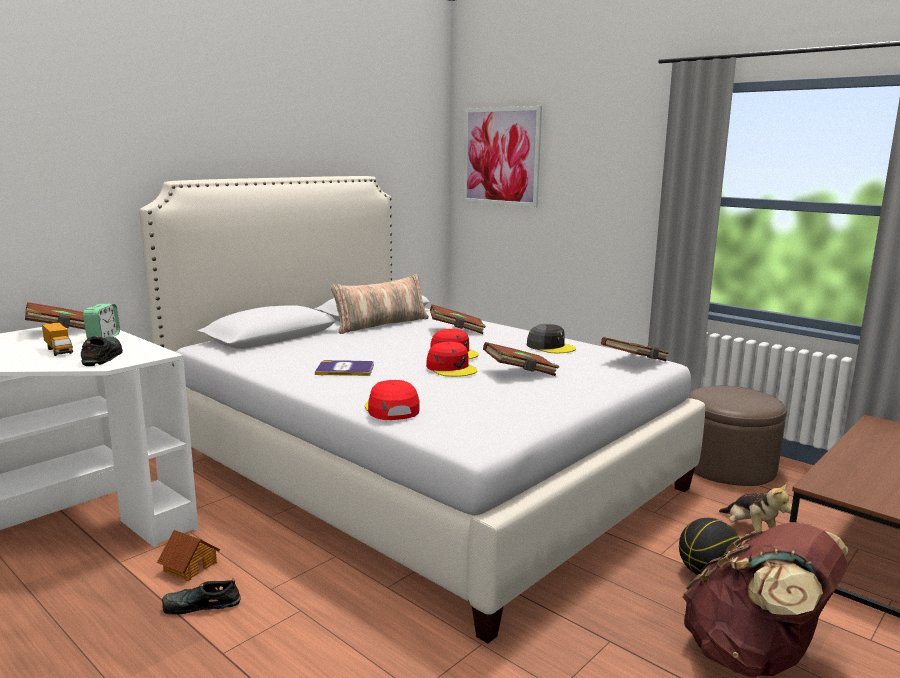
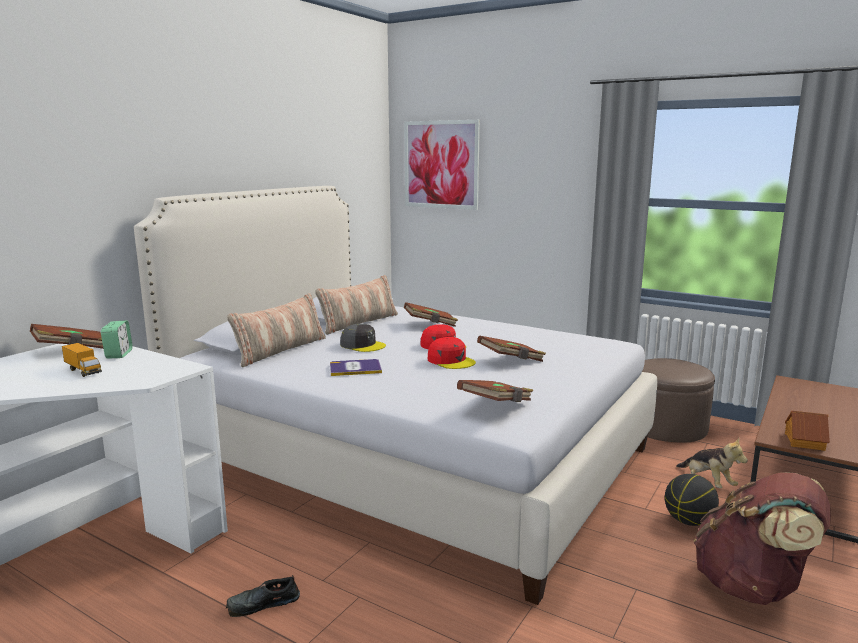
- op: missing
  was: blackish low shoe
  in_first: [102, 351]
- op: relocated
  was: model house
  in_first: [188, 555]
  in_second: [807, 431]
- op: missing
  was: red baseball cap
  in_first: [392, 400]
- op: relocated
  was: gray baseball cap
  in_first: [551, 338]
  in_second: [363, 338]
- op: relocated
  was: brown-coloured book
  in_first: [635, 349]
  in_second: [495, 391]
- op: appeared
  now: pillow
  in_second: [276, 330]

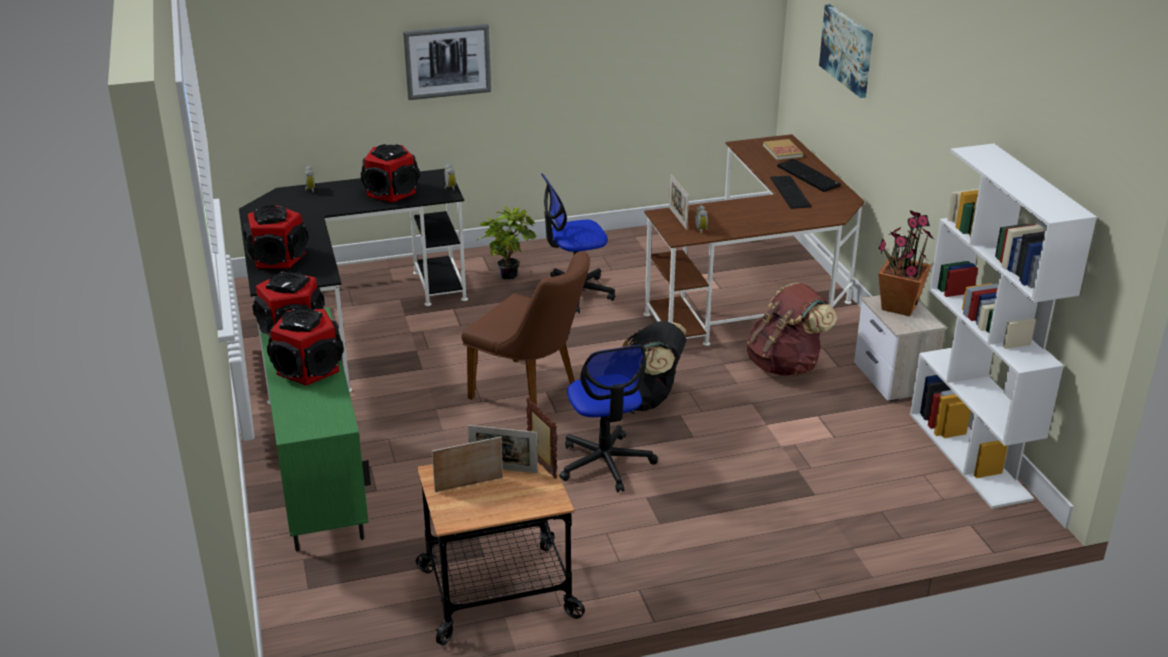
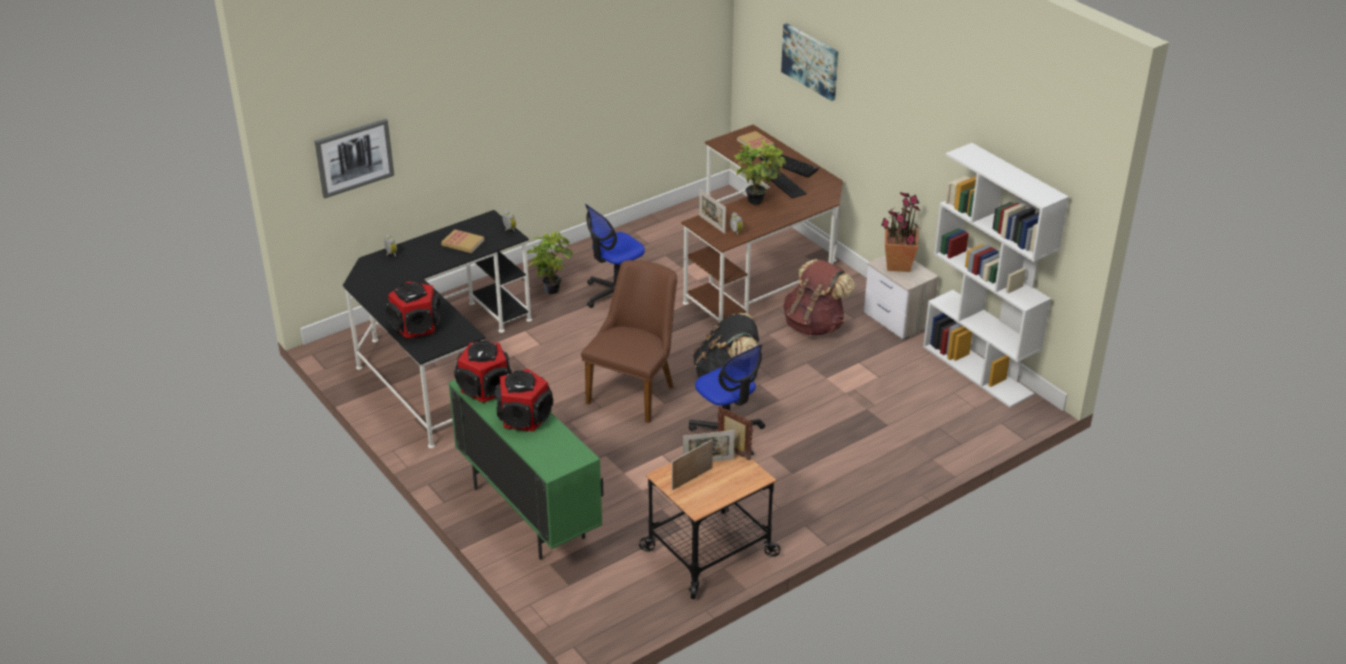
- op: exchanged
  was: loudspeaker
  now: book
  in_first: [390, 173]
  in_second: [462, 241]
- op: relocated
  was: wall picture
  in_first: [447, 62]
  in_second: [354, 158]
- op: spun
  was: brown-coloured upright chair
  in_first: [525, 328]
  in_second: [629, 341]
  clockwise: -75
- op: appeared
  now: plant in a pot
  in_second: [760, 173]

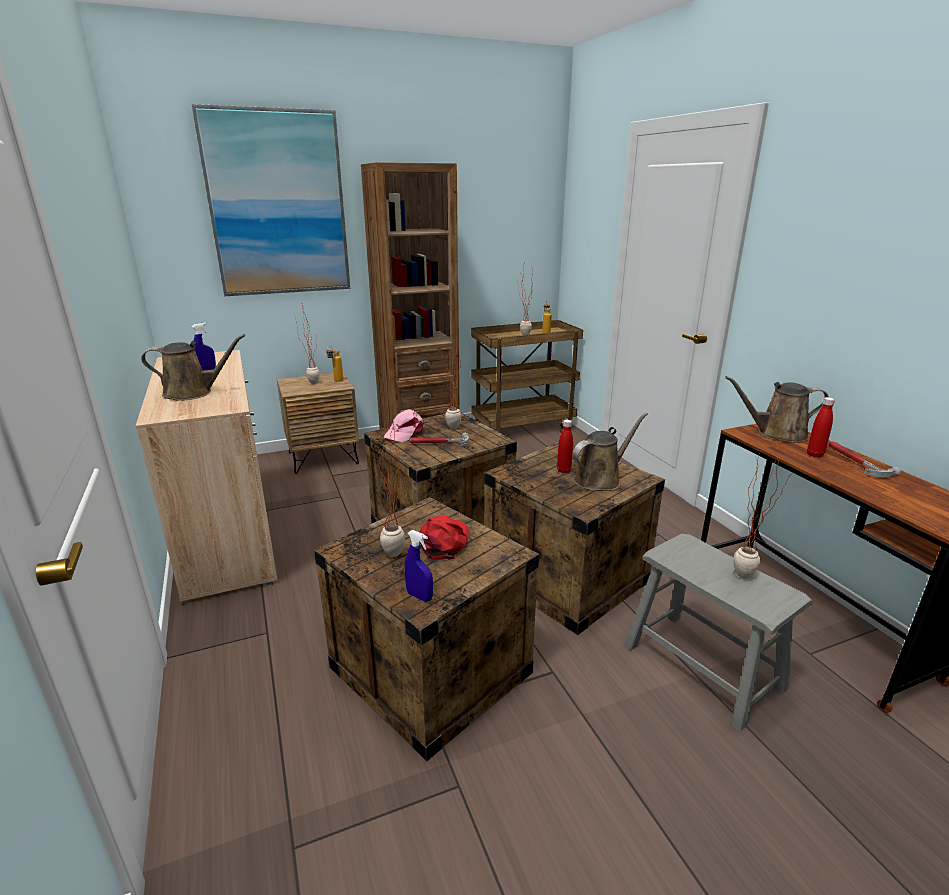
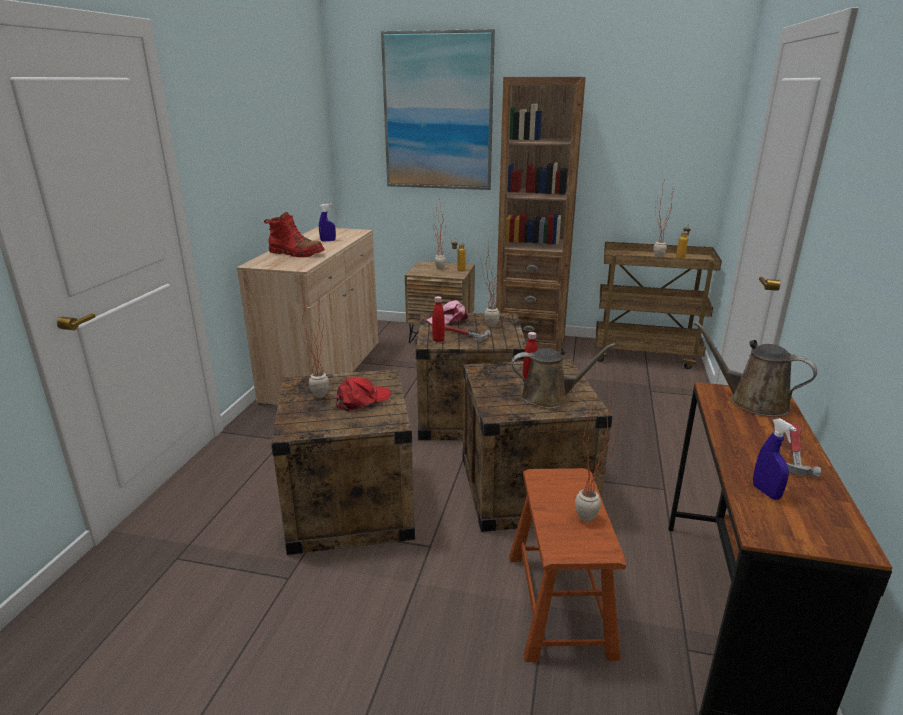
- op: exchanged
  was: brown-coloured watering pot
  now: red boot
  in_first: [193, 367]
  in_second: [294, 235]
- op: relocated
  was: blue-coloured spray bottle
  in_first: [419, 566]
  in_second: [775, 459]
- op: colour
  was: gray stool seat
  now: brown-coloured stool seat
  in_first: [718, 633]
  in_second: [567, 565]
- op: relocated
  was: red beverage bottle
  in_first: [821, 427]
  in_second: [438, 319]

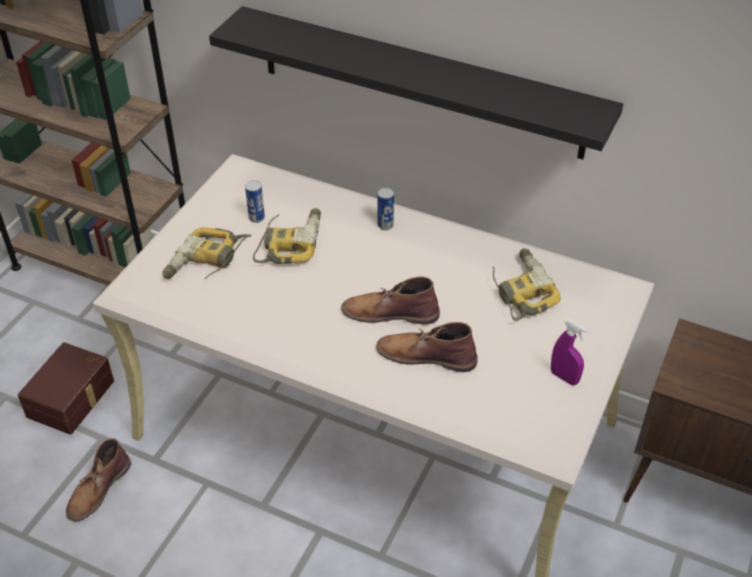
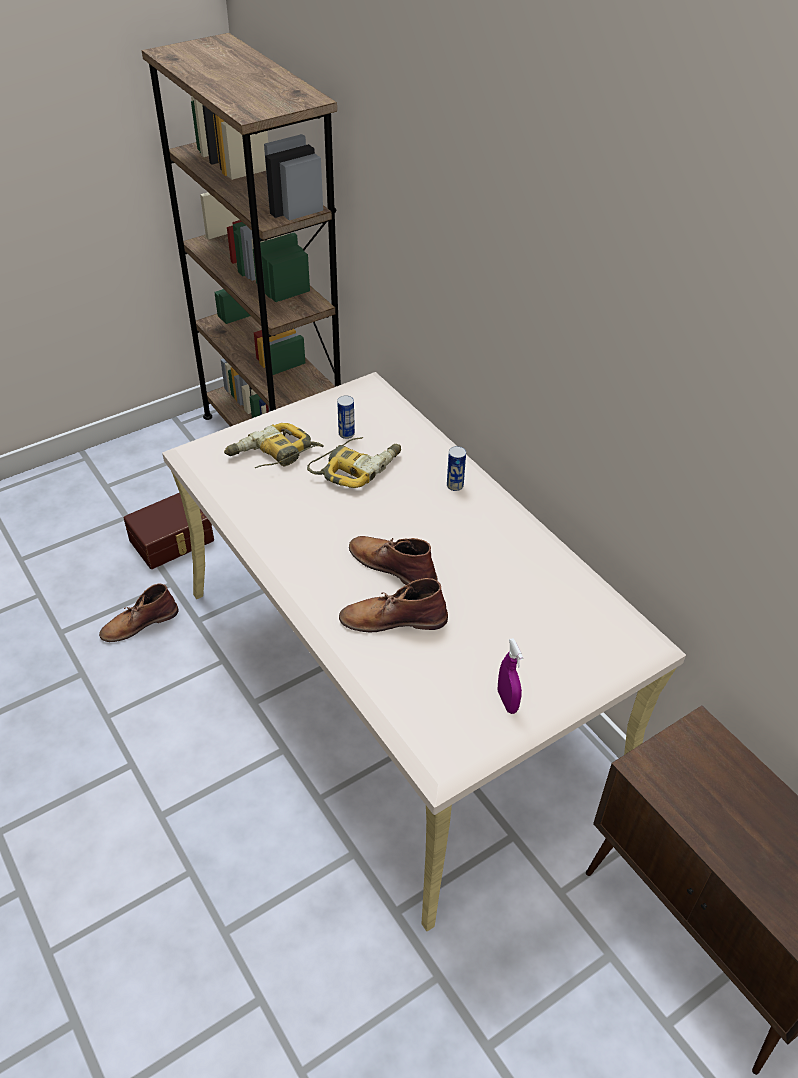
- op: missing
  was: blackish wall shelf
  in_first: [416, 83]
- op: spun
  was: brown-coloured boot
  in_first: [427, 347]
  in_second: [393, 605]
  clockwise: -45
- op: missing
  was: electric drill
  in_first: [527, 284]

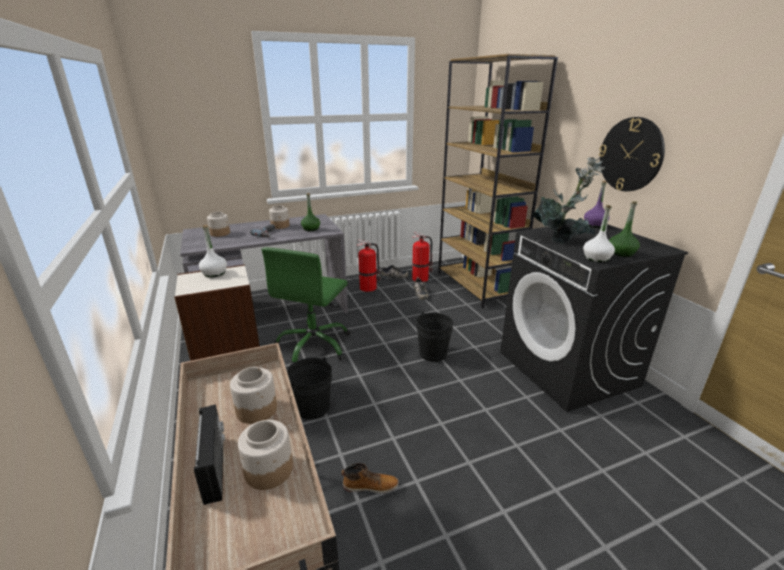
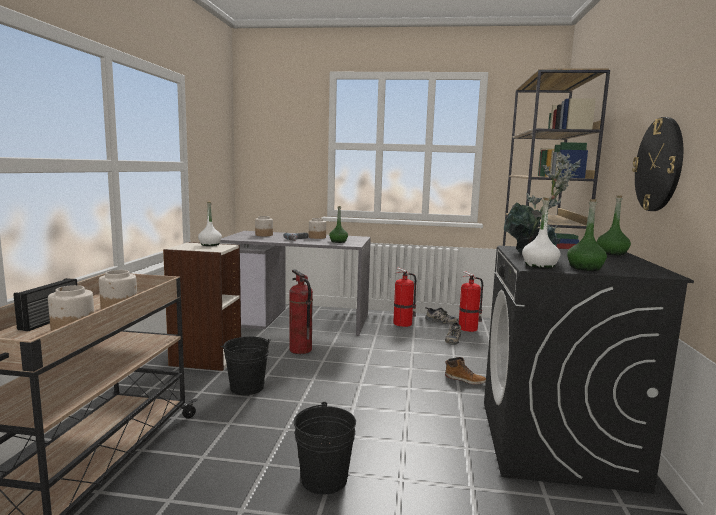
- op: exchanged
  was: green-coloured office chair
  now: fire-fighting cylinder
  in_first: [306, 306]
  in_second: [301, 311]
- op: relocated
  was: boot
  in_first: [370, 478]
  in_second: [465, 370]
- op: relocated
  was: blackish bucket
  in_first: [434, 337]
  in_second: [325, 448]
- op: colour
  was: purple-coloured beverage bottle
  now: green-coloured beverage bottle
  in_first: [597, 204]
  in_second: [614, 225]

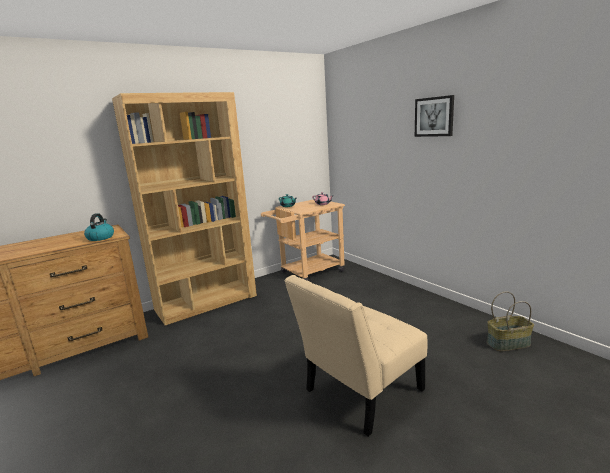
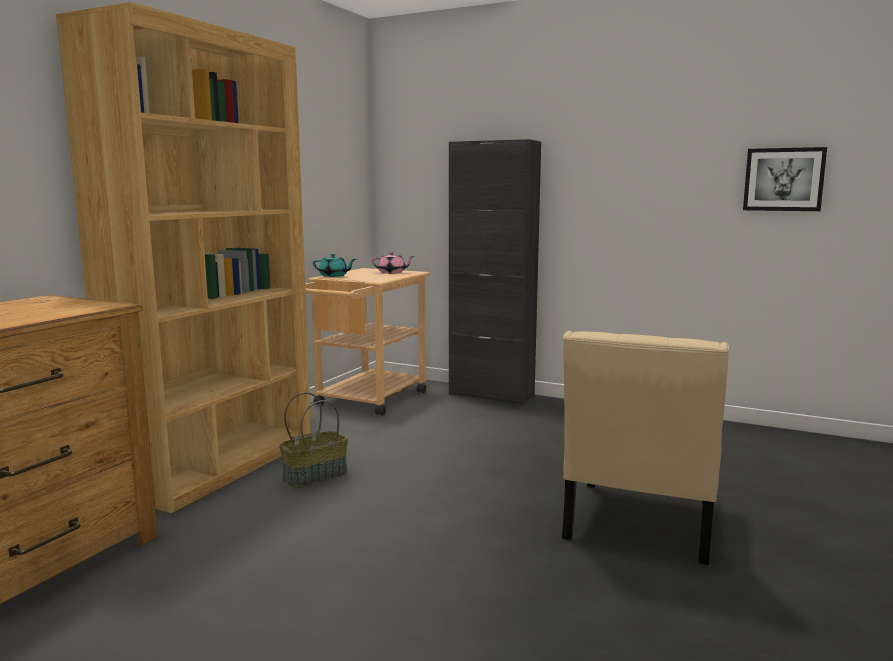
- op: missing
  was: tea kettle
  in_first: [99, 227]
- op: relocated
  was: wall picture
  in_first: [434, 116]
  in_second: [785, 179]
- op: relocated
  was: household basket
  in_first: [510, 321]
  in_second: [314, 440]
- op: appeared
  now: blackish storage cabinet
  in_second: [495, 272]

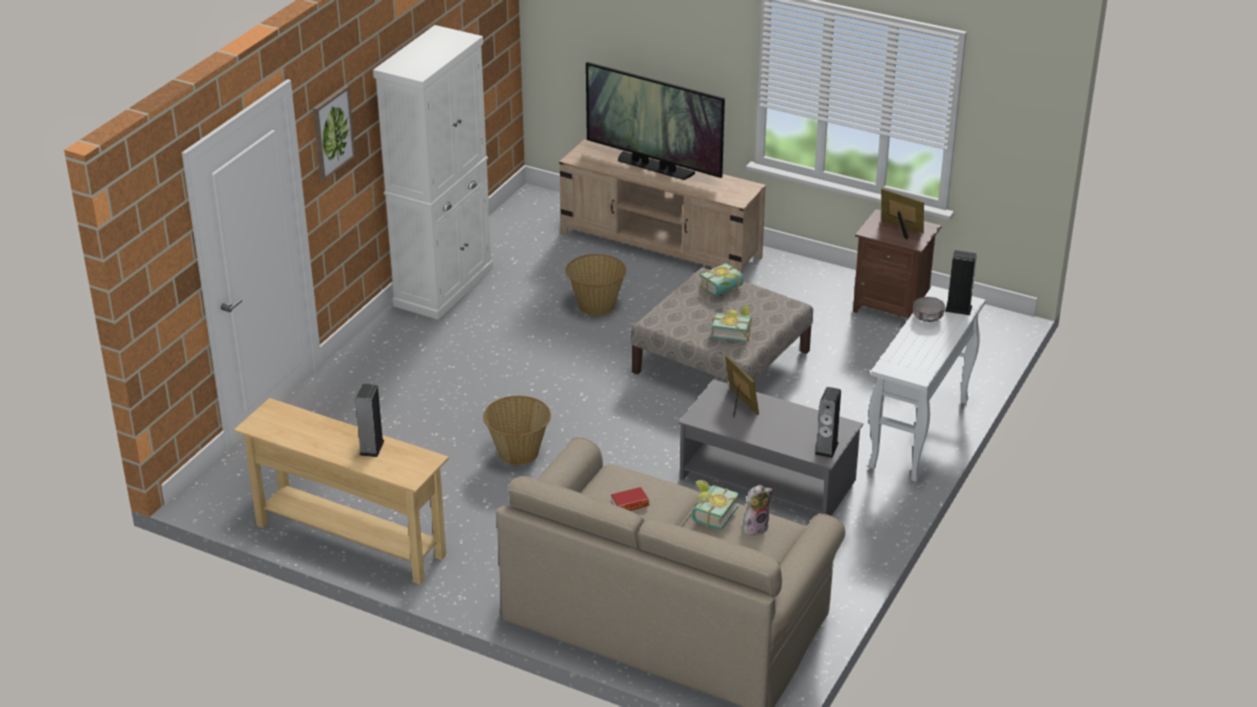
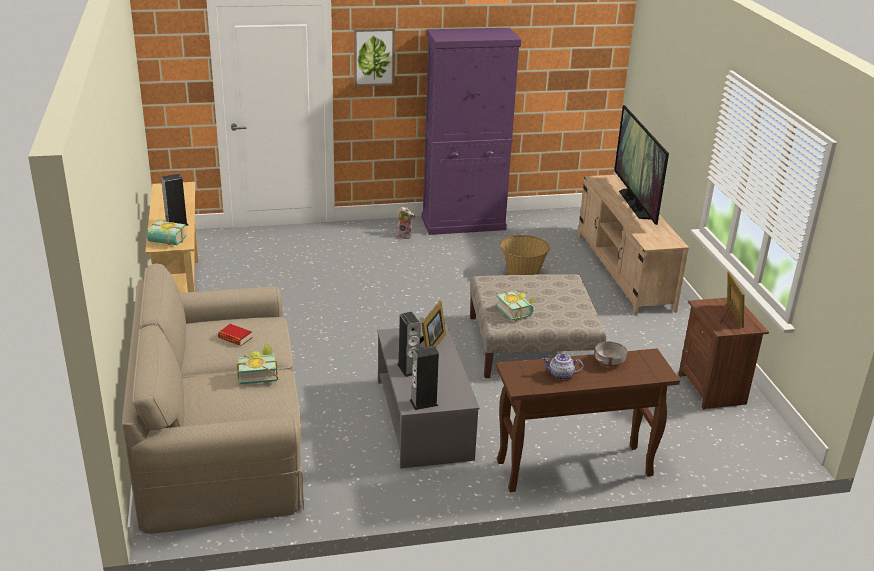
- op: colour
  was: whitish storage cabinet
  now: purple-coloured storage cabinet
  in_first: [433, 172]
  in_second: [471, 131]
- op: missing
  was: household basket
  in_first: [517, 430]
- op: relocated
  was: book
  in_first: [722, 280]
  in_second: [167, 232]
- op: relocated
  was: cuddly toy
  in_first: [758, 510]
  in_second: [405, 222]
- op: colour
  was: whitish hall table
  now: brown-coloured hall table
  in_first: [927, 384]
  in_second: [588, 420]
- op: relocated
  was: loudspeaker
  in_first: [961, 282]
  in_second: [409, 344]
- op: appeared
  now: tea pot
  in_second: [562, 367]

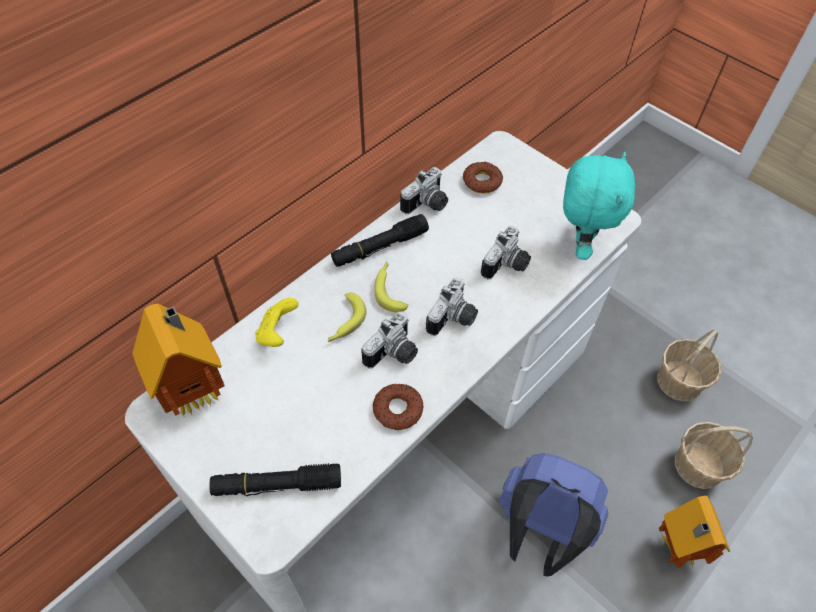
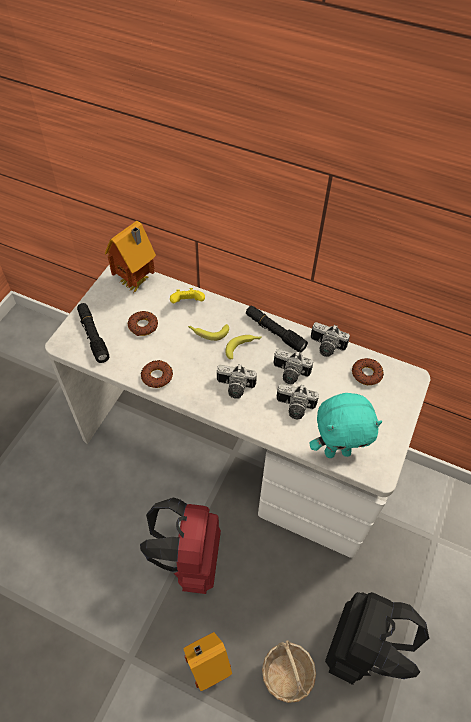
- op: relocated
  was: still camera
  in_first: [390, 340]
  in_second: [293, 366]
- op: colour
  was: blue-coloured knapsack
  now: red knapsack
  in_first: [553, 515]
  in_second: [180, 545]
- op: exchanged
  was: household basket
  now: blackish knapsack
  in_first: [689, 365]
  in_second: [377, 638]
- op: appeared
  now: donut
  in_second: [143, 323]

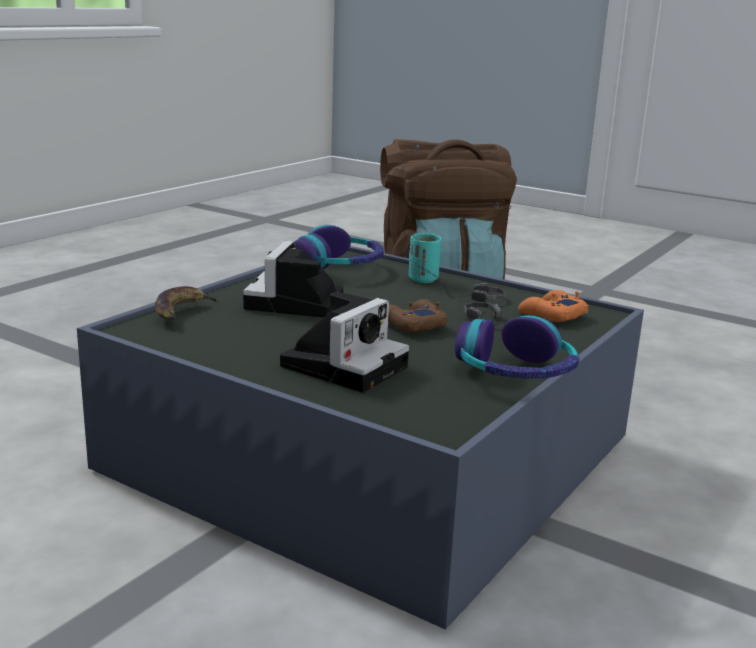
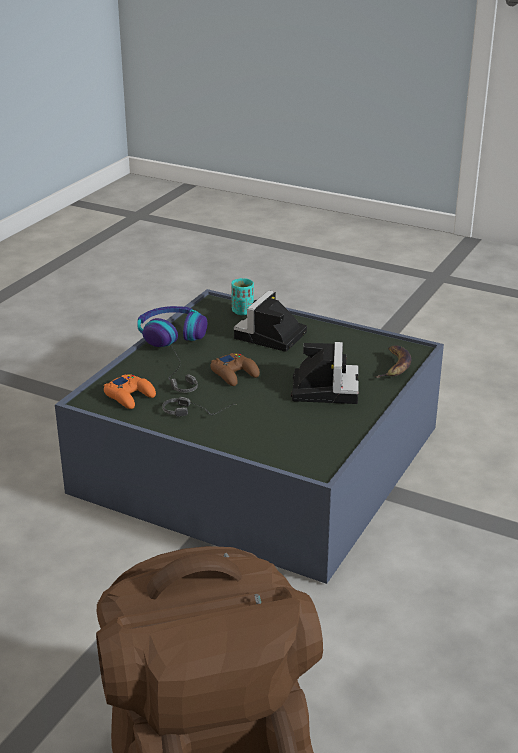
- op: missing
  was: pair of headphones
  in_first: [339, 247]
- op: relocated
  was: turquoise drinking cup
  in_first: [425, 258]
  in_second: [242, 296]

